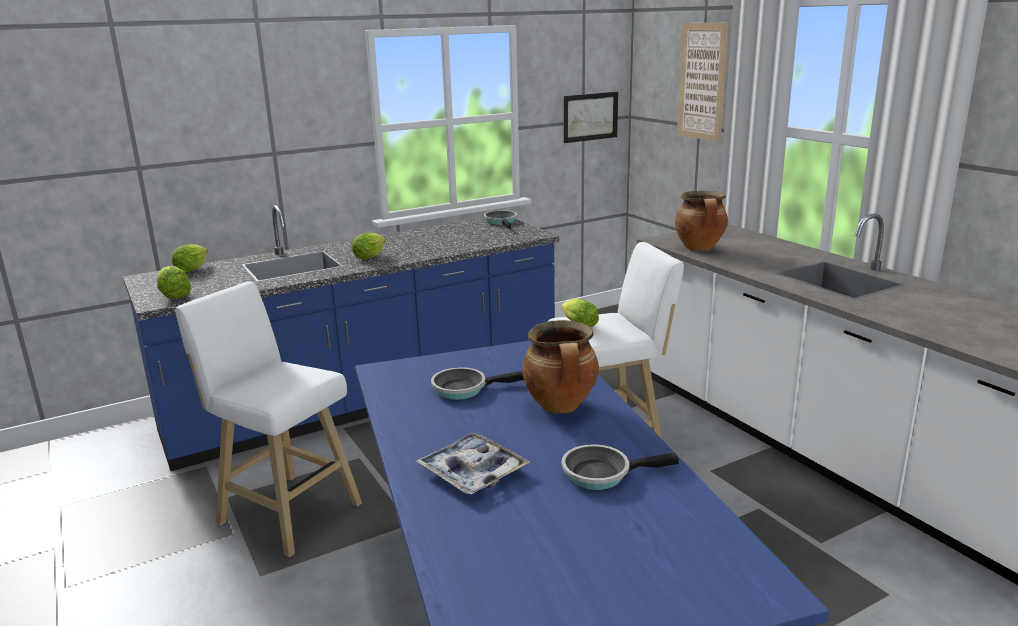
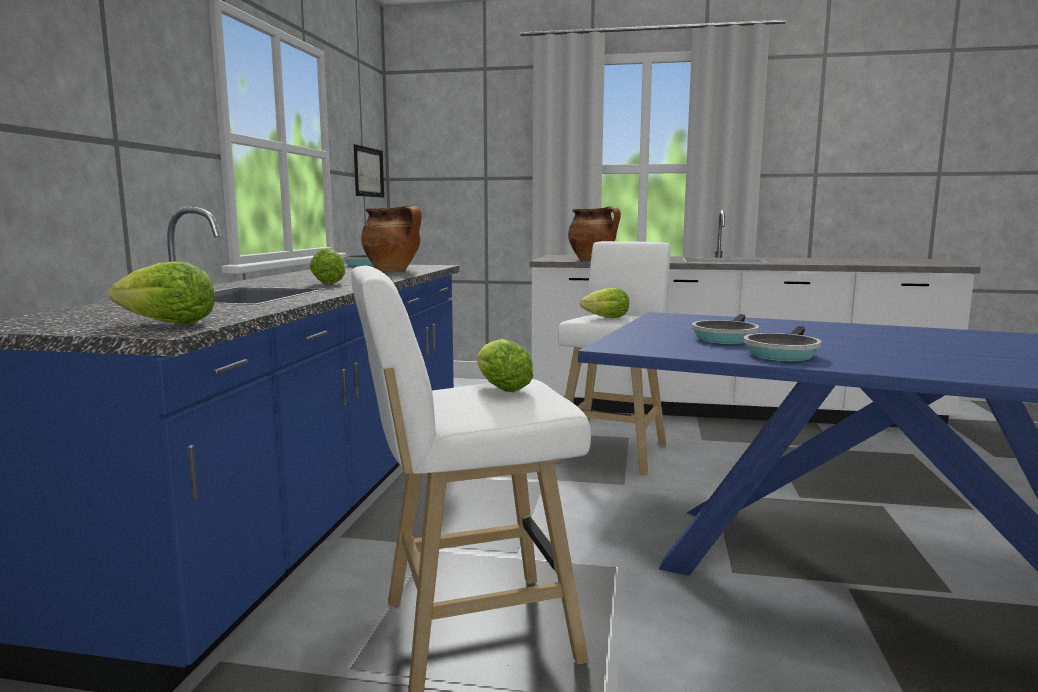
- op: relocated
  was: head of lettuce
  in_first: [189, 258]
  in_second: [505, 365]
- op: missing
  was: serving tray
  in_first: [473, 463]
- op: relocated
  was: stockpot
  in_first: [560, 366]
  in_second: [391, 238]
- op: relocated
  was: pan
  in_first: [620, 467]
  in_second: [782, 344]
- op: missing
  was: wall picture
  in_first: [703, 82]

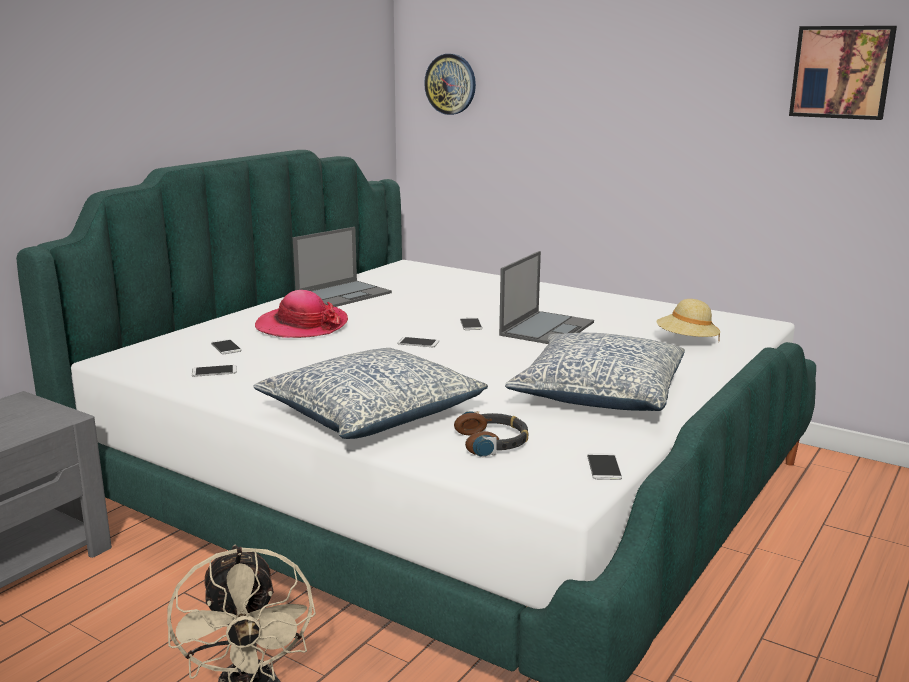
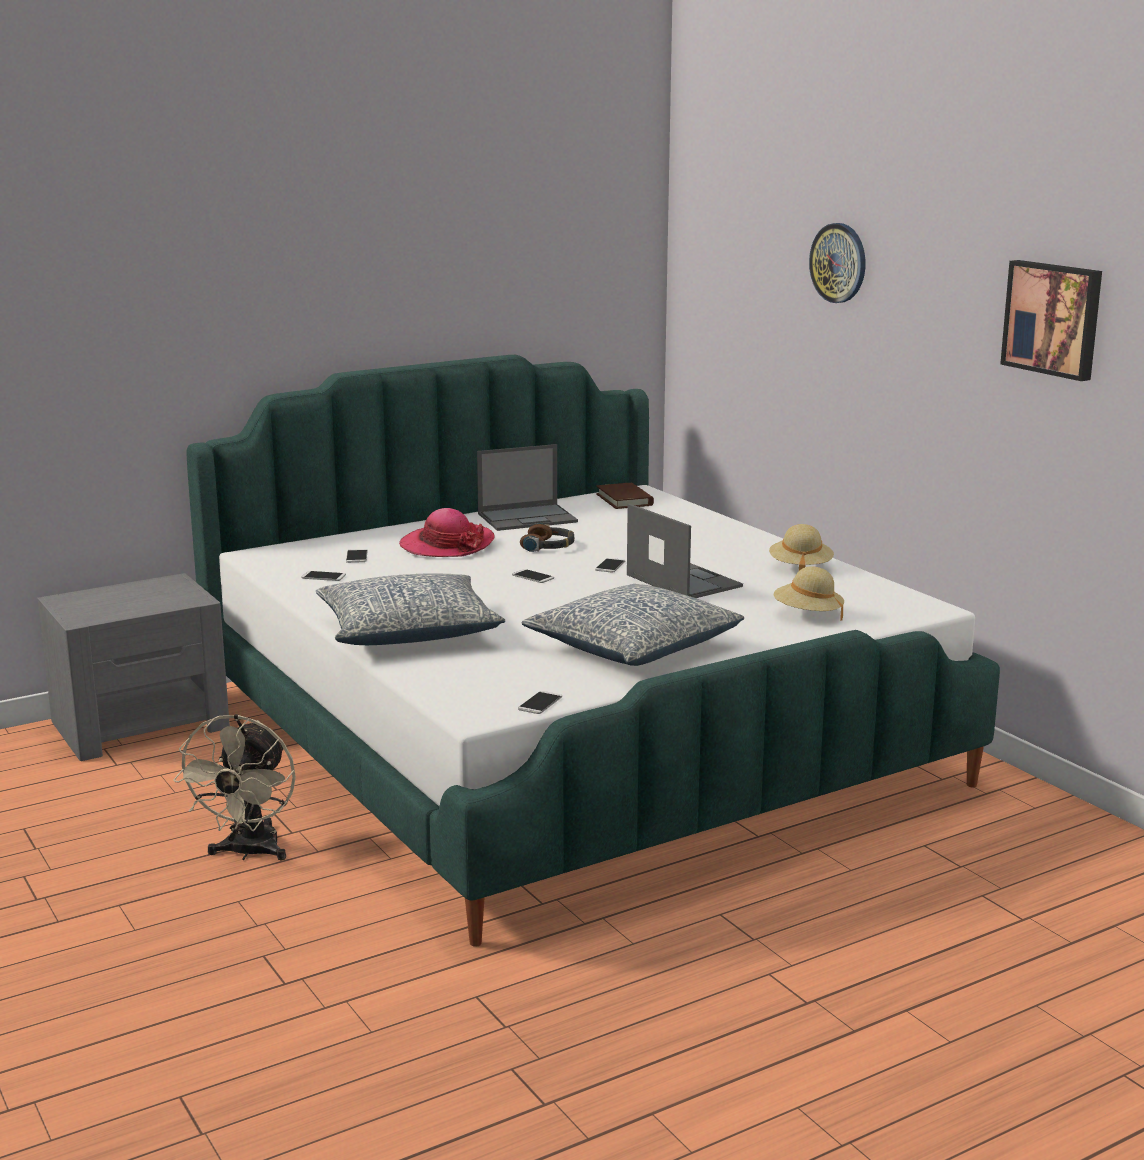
- op: relocated
  was: hanging clock
  in_first: [450, 84]
  in_second: [837, 263]
- op: relocated
  was: pair of headphones
  in_first: [491, 434]
  in_second: [547, 537]
- op: spun
  was: notebook computer
  in_first: [546, 297]
  in_second: [685, 551]
  clockwise: -90
- op: appeared
  now: brown-coloured book
  in_second: [625, 496]
- op: appeared
  now: beige hat
  in_second: [801, 547]

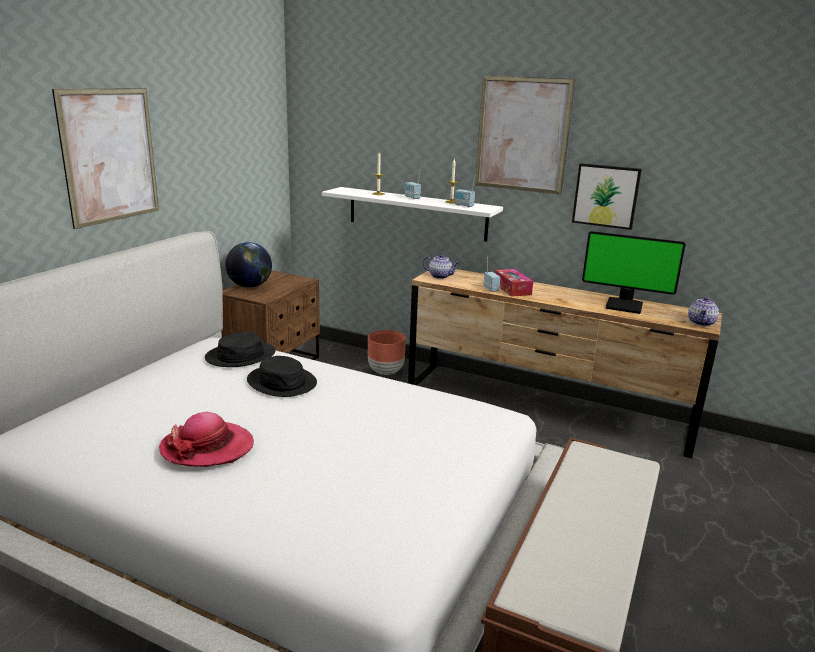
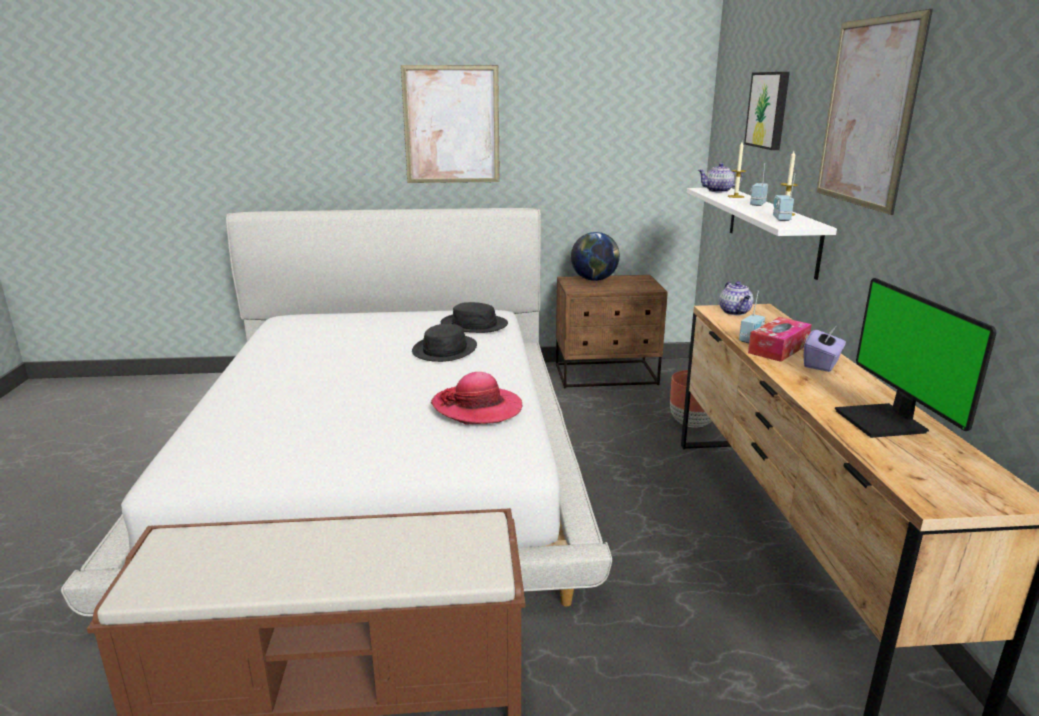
- op: relocated
  was: hat
  in_first: [206, 439]
  in_second: [476, 398]
- op: relocated
  was: wall picture
  in_first: [607, 196]
  in_second: [767, 111]
- op: relocated
  was: tea pot
  in_first: [703, 311]
  in_second: [720, 178]
- op: appeared
  now: purple-coloured box of tissues
  in_second: [825, 349]

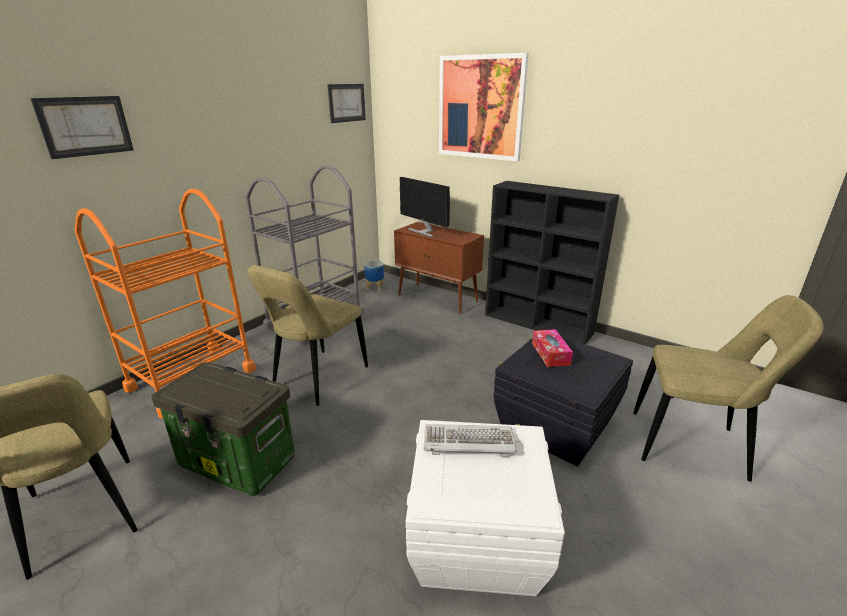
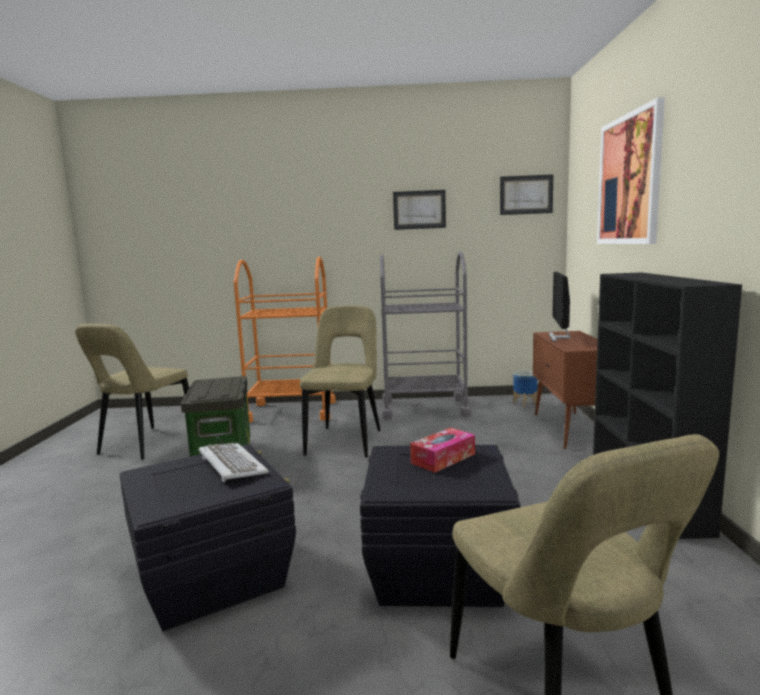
- op: relocated
  was: wall picture
  in_first: [82, 127]
  in_second: [419, 210]
- op: spun
  was: beige upright chair
  in_first: [307, 335]
  in_second: [340, 381]
  clockwise: 105
- op: colour
  was: whitish storage bin
  now: blackish storage bin
  in_first: [485, 508]
  in_second: [207, 537]

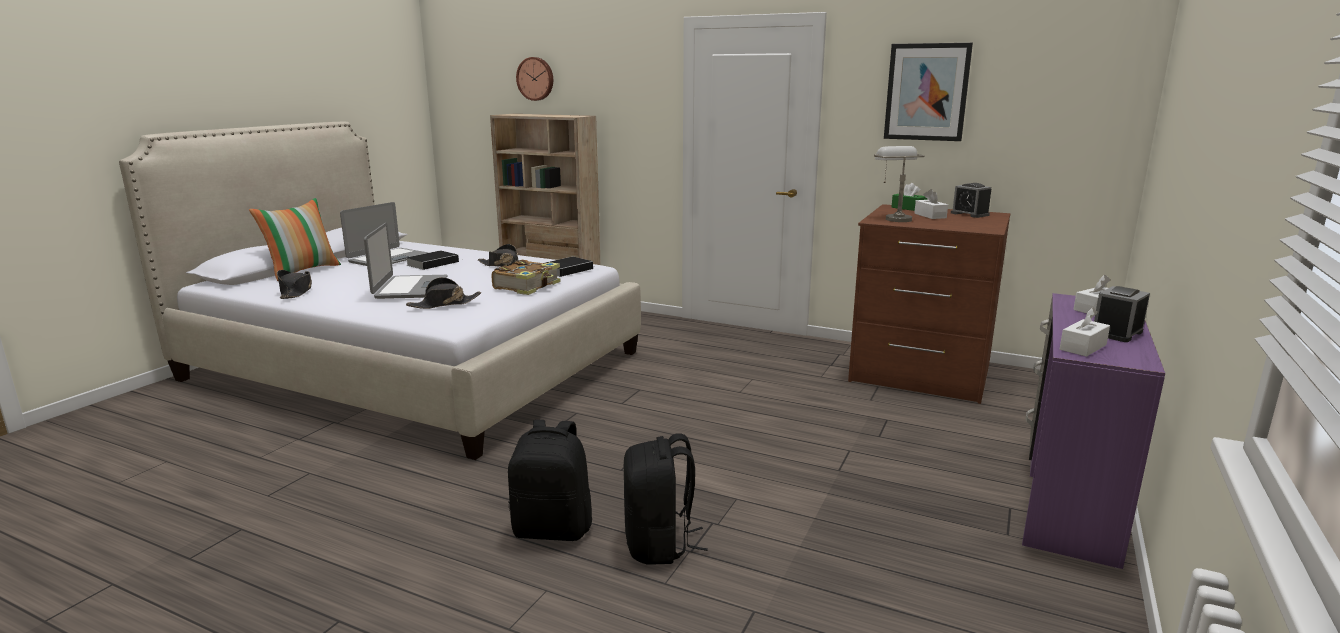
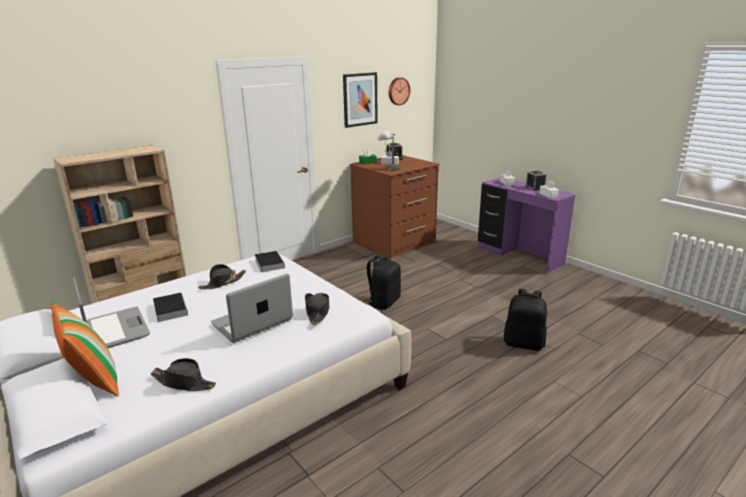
- op: spun
  was: notebook computer
  in_first: [405, 261]
  in_second: [252, 308]
  clockwise: -60
- op: missing
  was: book
  in_first: [526, 277]
- op: relocated
  was: blackish knapsack
  in_first: [550, 480]
  in_second: [382, 282]
- op: relocated
  was: hanging clock
  in_first: [534, 79]
  in_second: [399, 91]

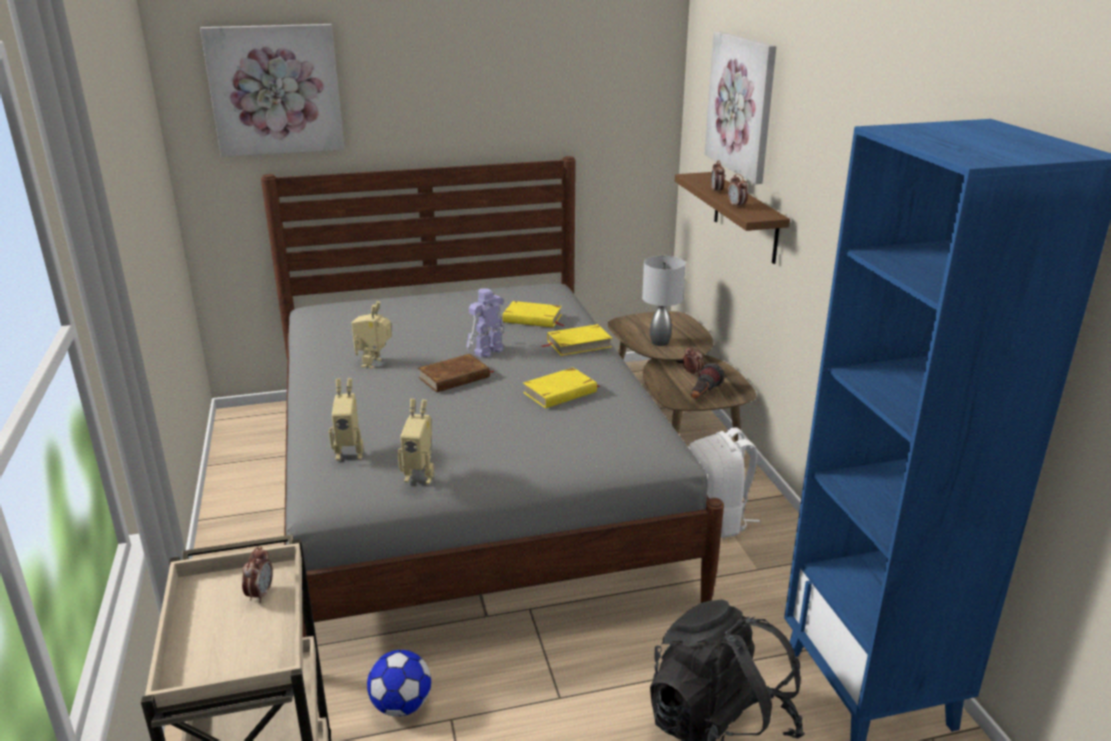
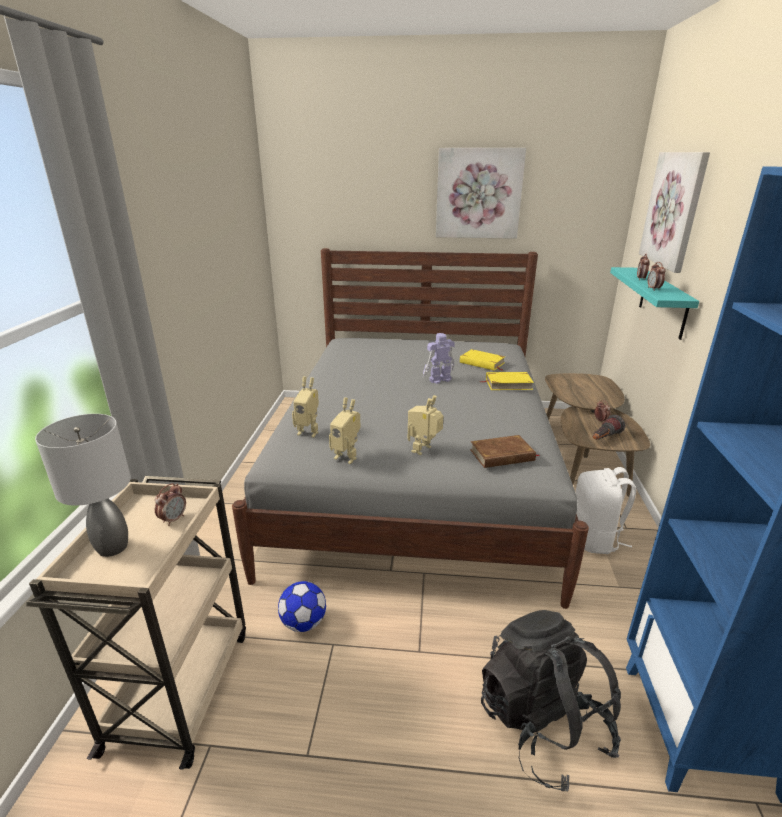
- op: relocated
  was: wall picture
  in_first: [272, 90]
  in_second: [481, 193]
- op: relocated
  was: model robot
  in_first: [372, 335]
  in_second: [425, 425]
- op: relocated
  was: brown-coloured book
  in_first: [456, 373]
  in_second: [504, 451]
- op: missing
  was: yellow book
  in_first: [561, 388]
- op: relocated
  was: gray tabletop lamp
  in_first: [663, 301]
  in_second: [83, 485]
- op: colour
  was: brown-coloured wall shelf
  now: turquoise wall shelf
  in_first: [732, 218]
  in_second: [654, 303]

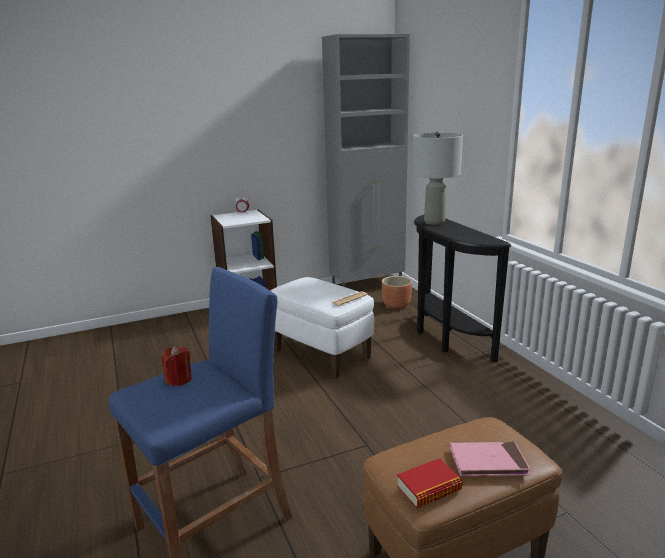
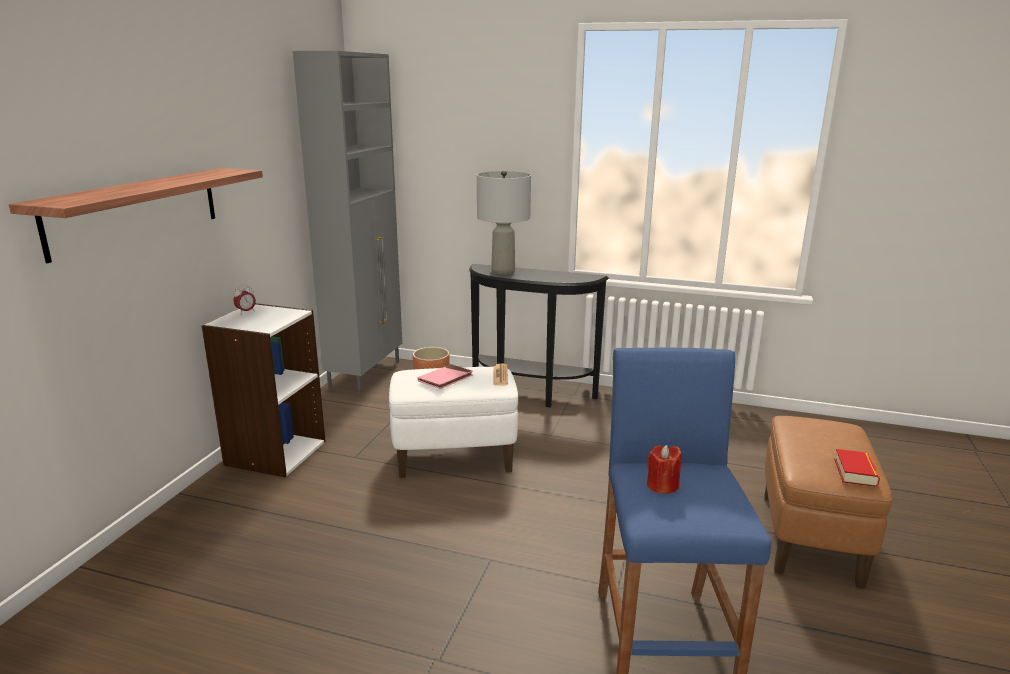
- op: relocated
  was: pink-coloured book
  in_first: [490, 459]
  in_second: [445, 376]
- op: appeared
  now: wall shelf
  in_second: [136, 215]

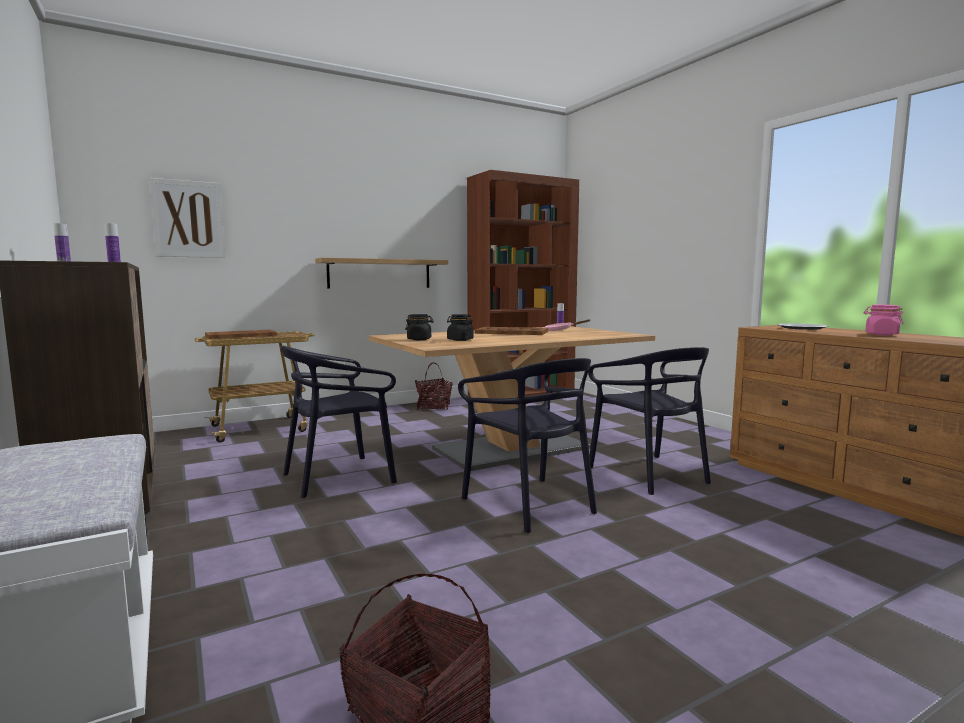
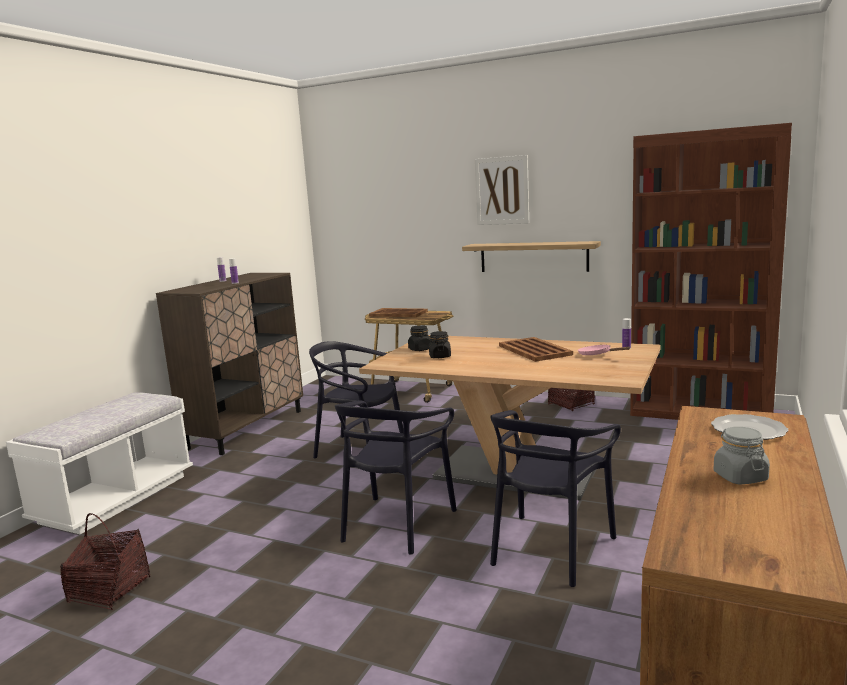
- op: relocated
  was: wall picture
  in_first: [187, 218]
  in_second: [502, 190]
- op: colour
  was: pink-coloured storage jar
  now: gray storage jar
  in_first: [883, 320]
  in_second: [741, 456]

